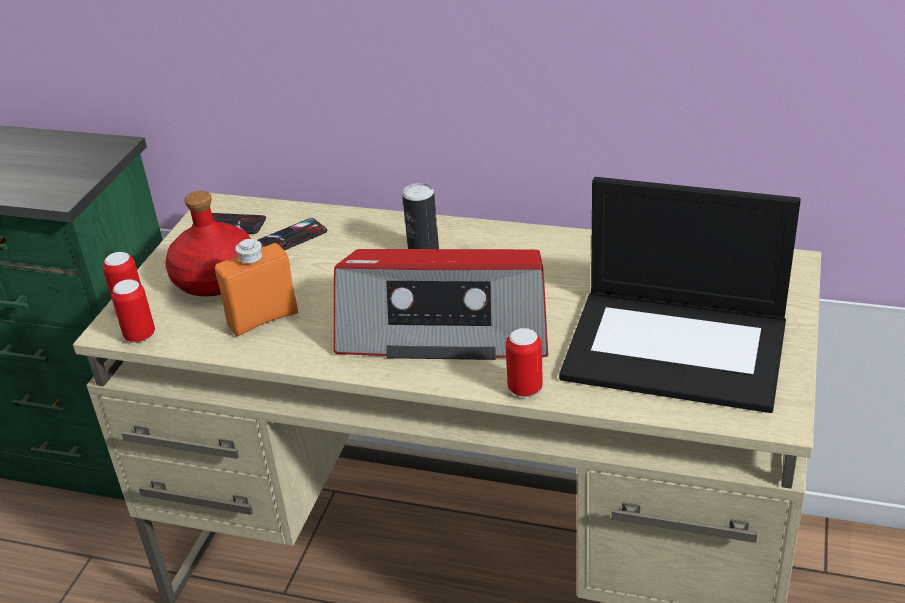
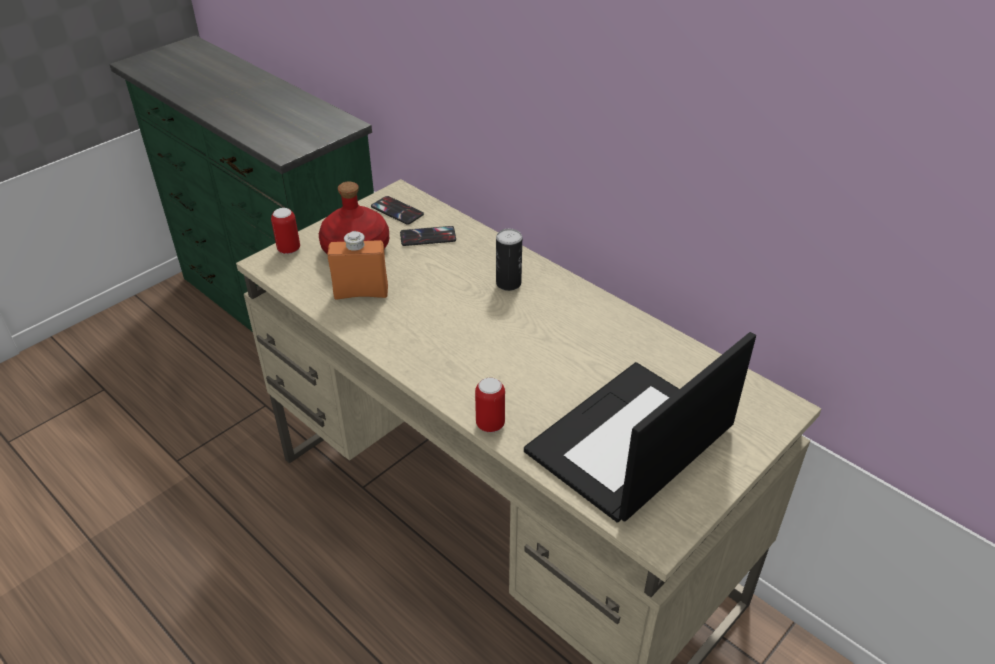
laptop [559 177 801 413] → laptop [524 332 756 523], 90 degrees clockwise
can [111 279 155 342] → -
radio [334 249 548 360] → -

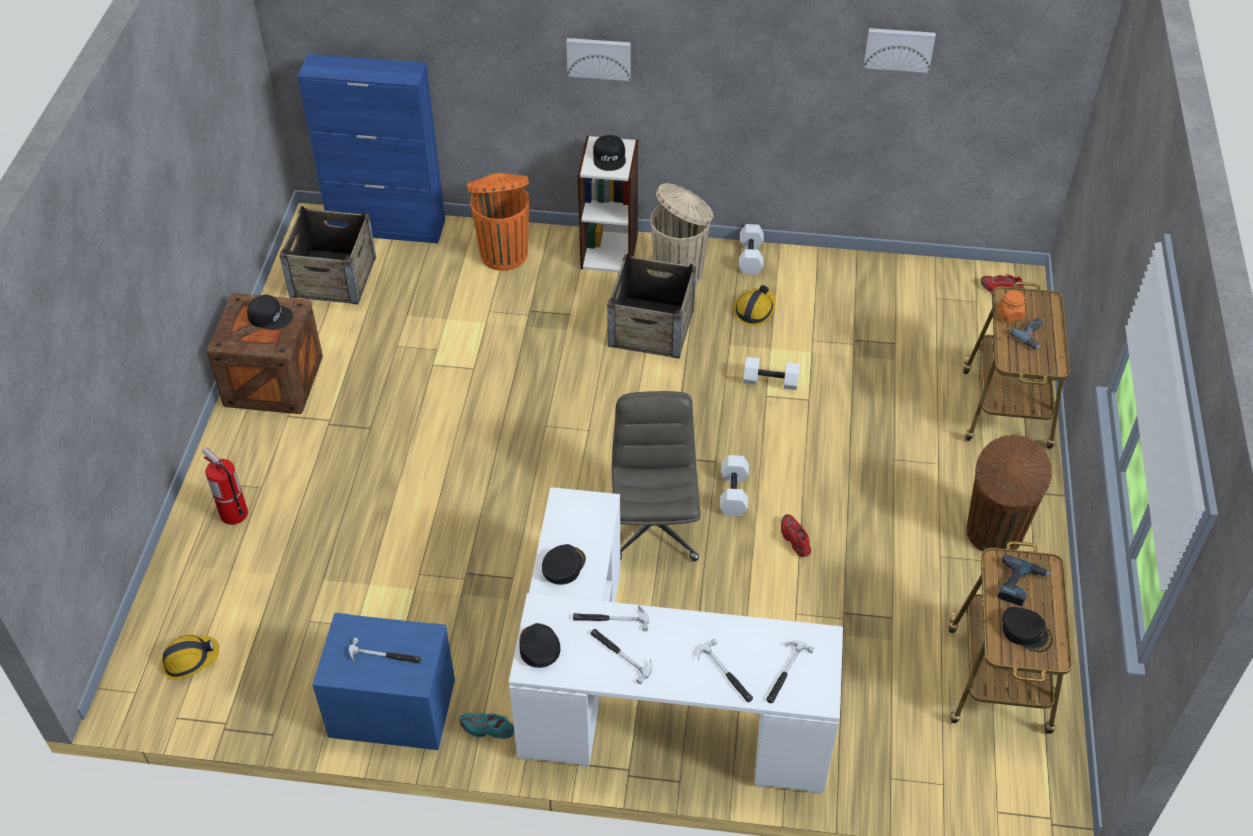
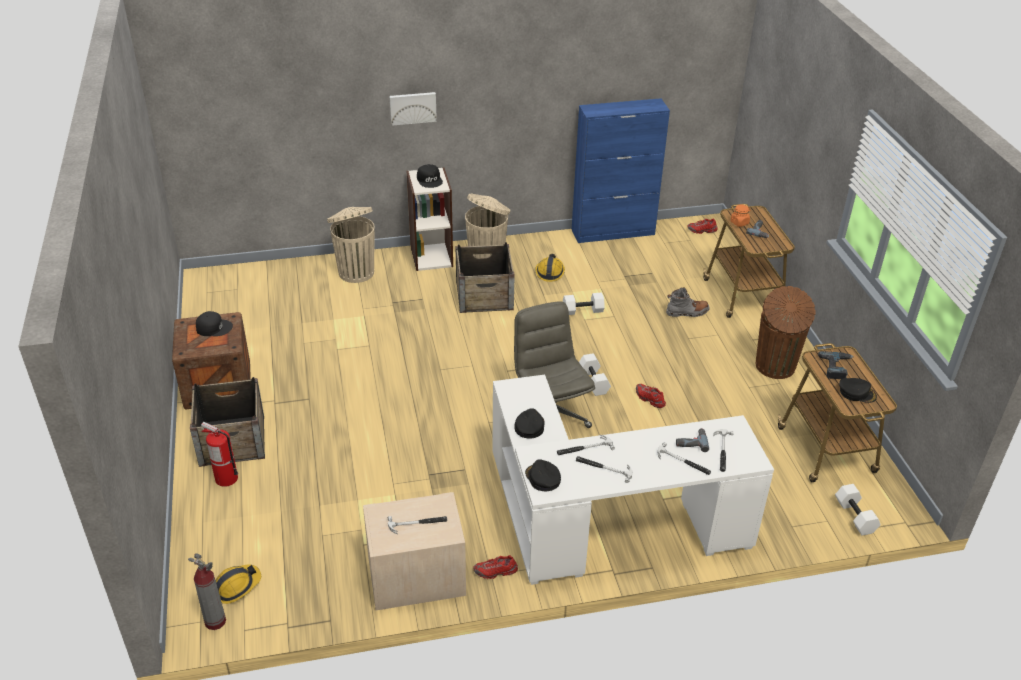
- → fire extinguisher [188 553 226 630]
crate [279 206 376 304] → crate [190 377 265 467], moved
orange trash can [467 173 529 271] → beige trash can [327 207 375 283]
blue nightstand [312 613 455 750] → beige nightstand [363 492 466 610]
turquoise shoe [459 712 514 739] → red shoe [473 555 518 579]
blue cabinet [298 54 445 243] → blue cabinet [572 98 670 243], moved
- → grey boot [666 288 710 317]
- → power drill [676 428 709 452]
white dumbbell [739 224 764 275] → white dumbbell [835 484 881 536], moved
picture [864 28 936 73] → -

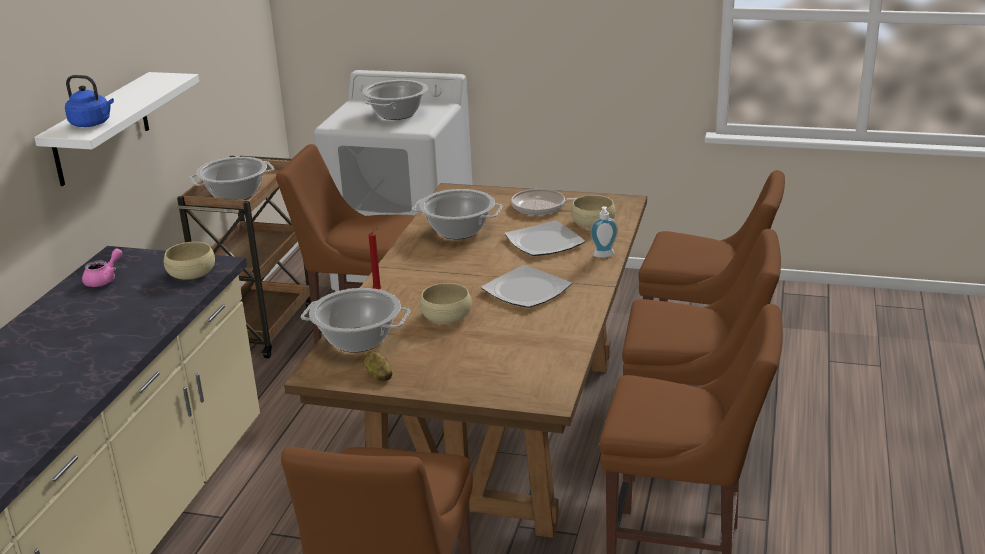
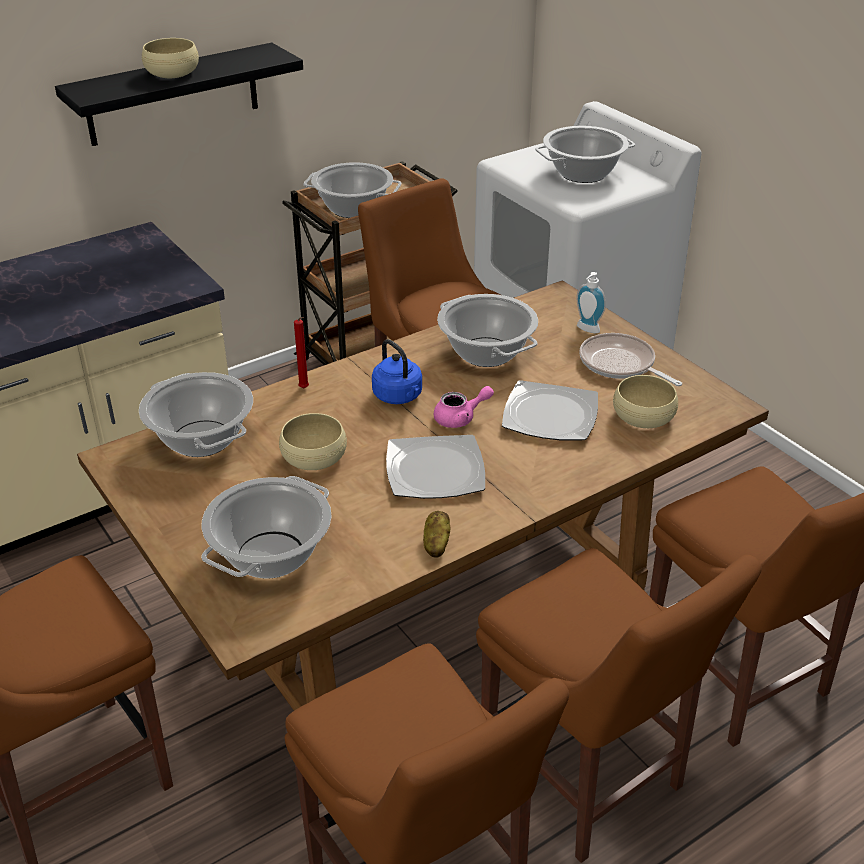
white shelf [34 72 199 186] → black shelf [55 43 303 146]
beige bowl [164 242 215 280] → beige bowl [142 38 199 78], moved
- → cooking pot [201 476 332 579]
blue kettle [65 75 114 127] → blue kettle [372 339 422 404], moved
potato [364 350 392 381] → potato [423 511 451 558], moved
pink teapot [82 249 122 287] → pink teapot [434 386 494 428], moved
soap dispenser [590 206 618 257] → soap dispenser [576 272 606 333], moved

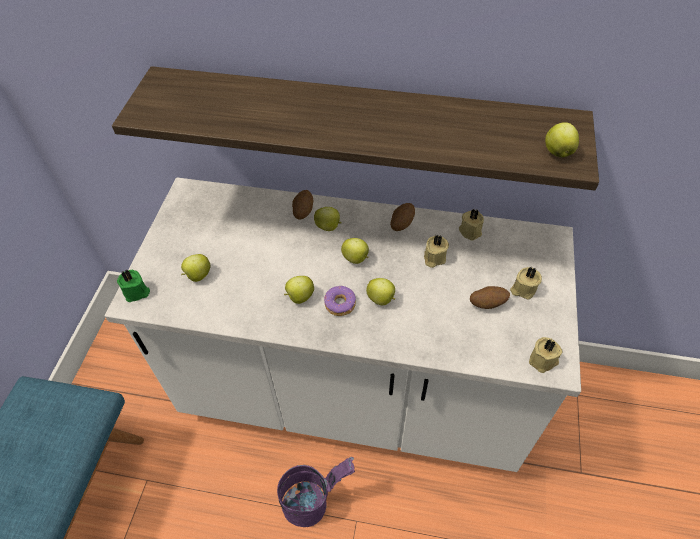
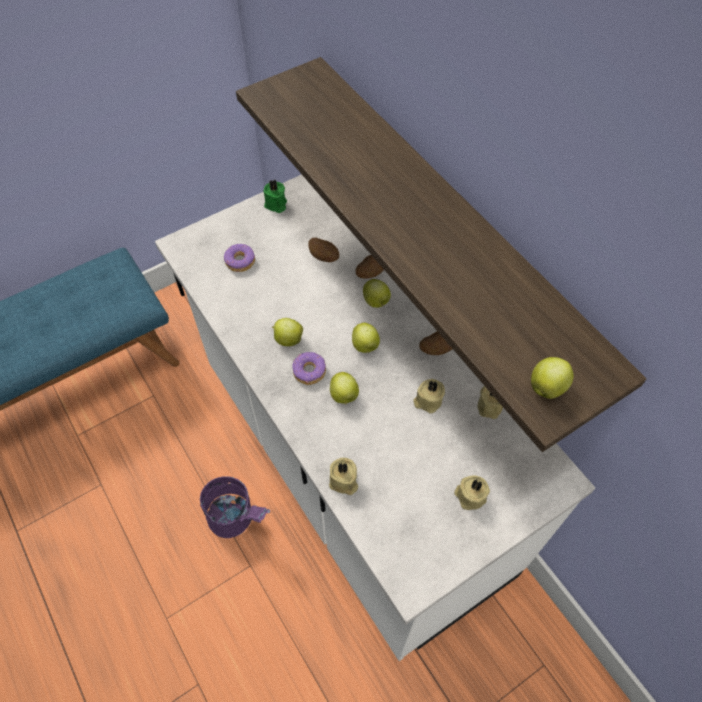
apple [181 254 211 282] → donut [224 244 255 272]
green candle [117 270 150 302] → green candle [263 180 287 213], moved
potato [470 286 510 309] → potato [309 237 339 262], moved
beige candle [529 337 563 373] → beige candle [329 458 358 495], moved

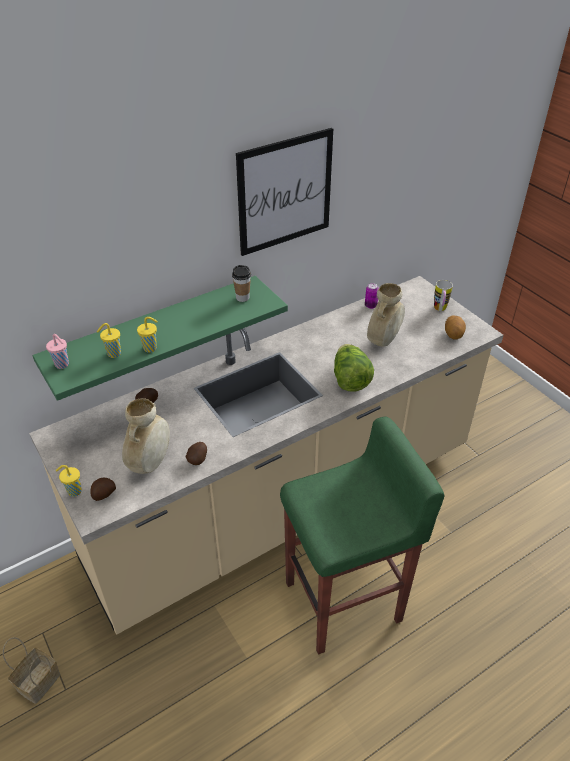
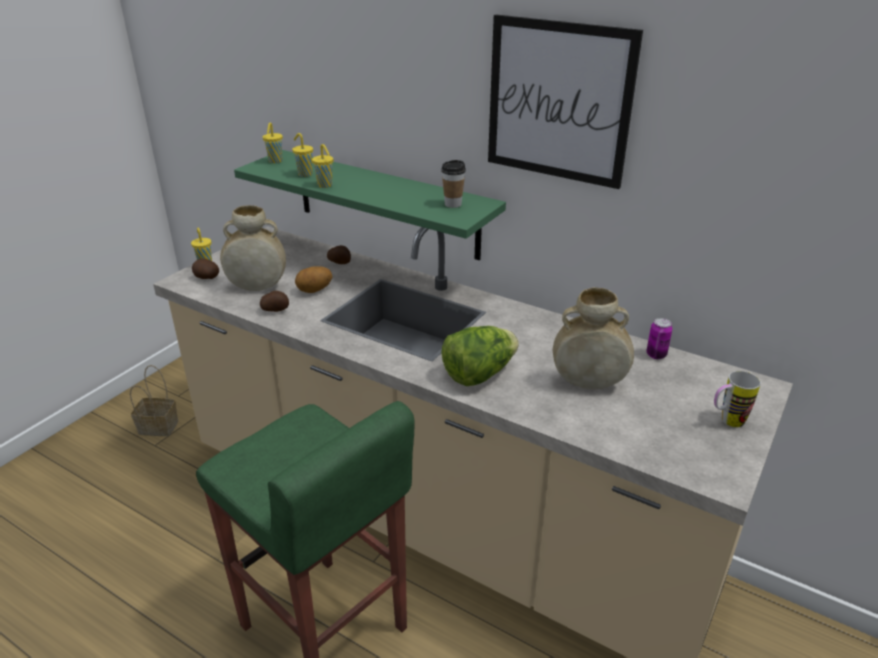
pink cup [46 334 69 369] → yellow cup [263 122 283 163]
potato [445 315 466 340] → potato [295 266 333 293], moved

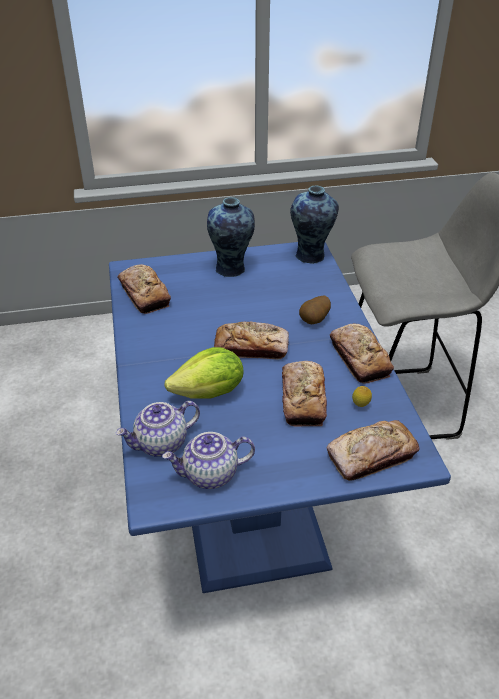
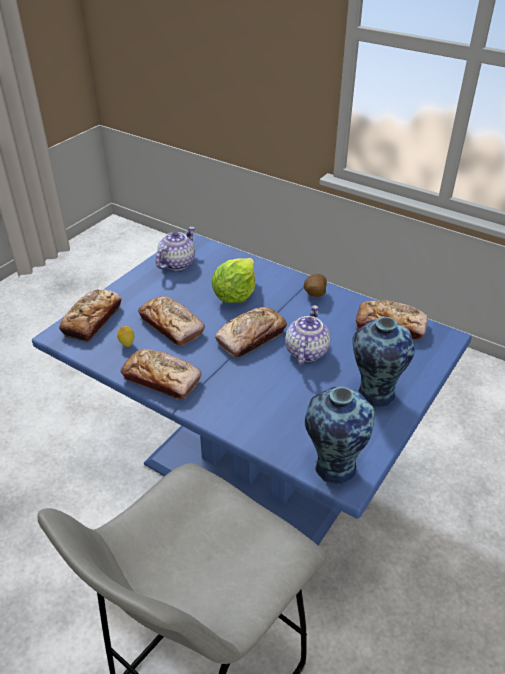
teapot [115 401 200 457] → teapot [285 305 330 365], moved
potato [299 296 331 324] → potato [304 274 327 297], moved

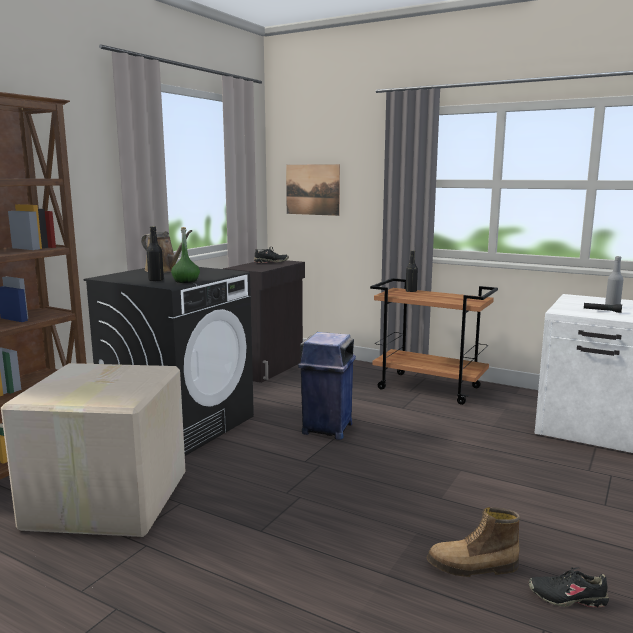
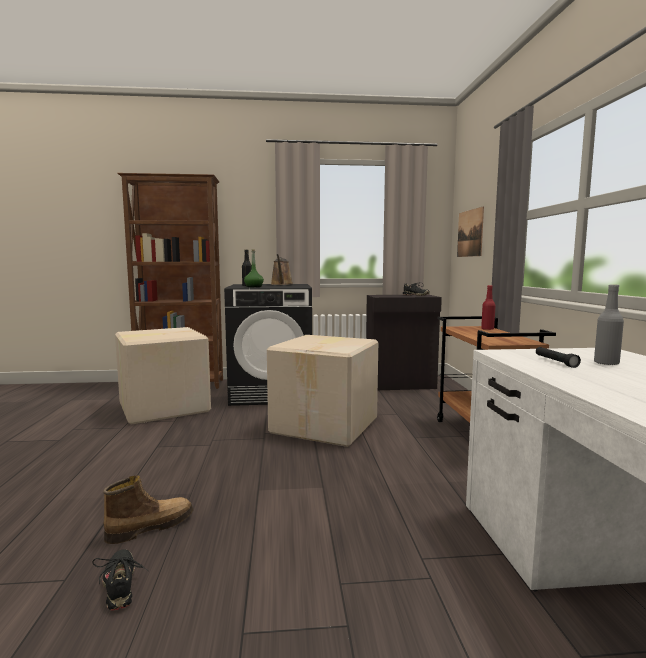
boot [427 507 520 577] → boot [103 475 193 544], 90 degrees clockwise
blue trash can [298 332 356 440] → cardboard box [267 335 378 447]
black bottle [406 250 418 292] → red bottle [481 285 496 330]

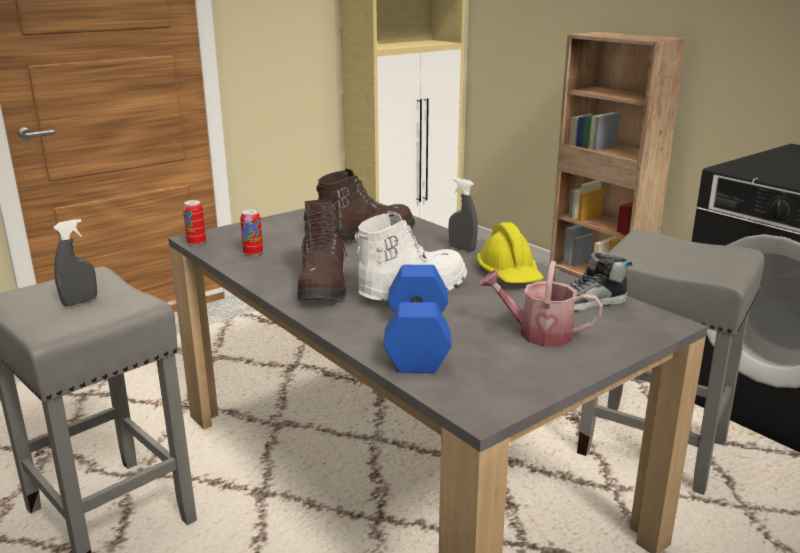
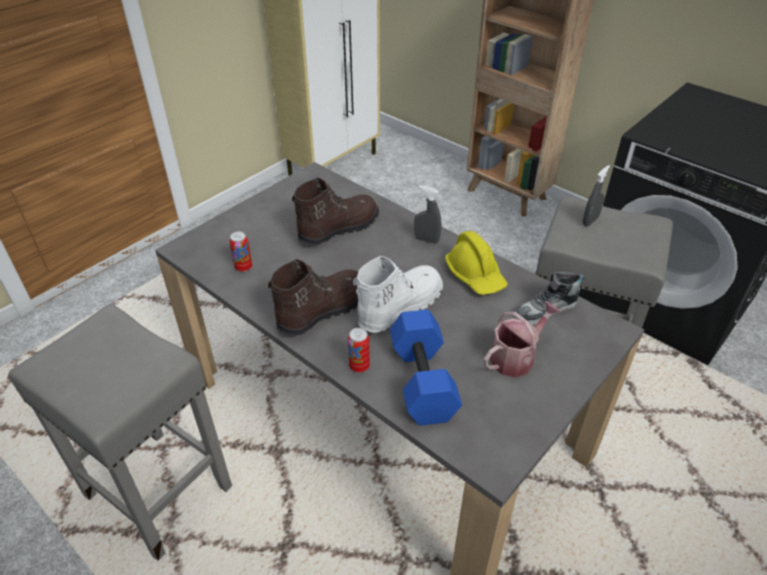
brown boot [297 199 349 301] → brown boot [268 259 359 336], 120 degrees counterclockwise
can [183 200 206 246] → can [348 328 370 373], moved
watering can [479 261 603 346] → watering can [484 301 561 378], 135 degrees clockwise
grey spray bottle [53 219 97 306] → grey spray bottle [582 165 610 226], moved

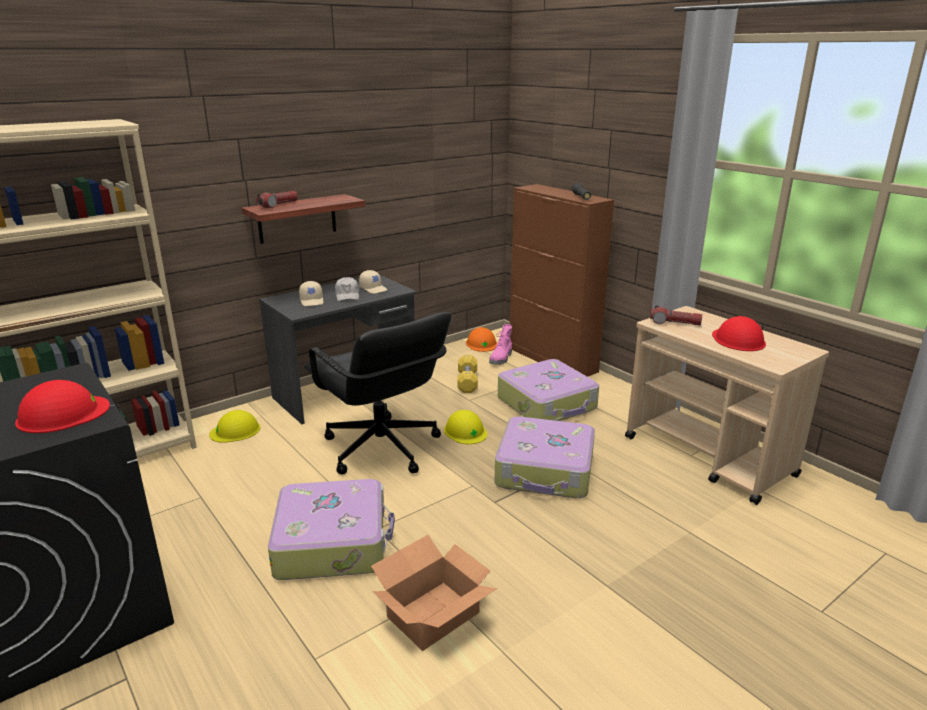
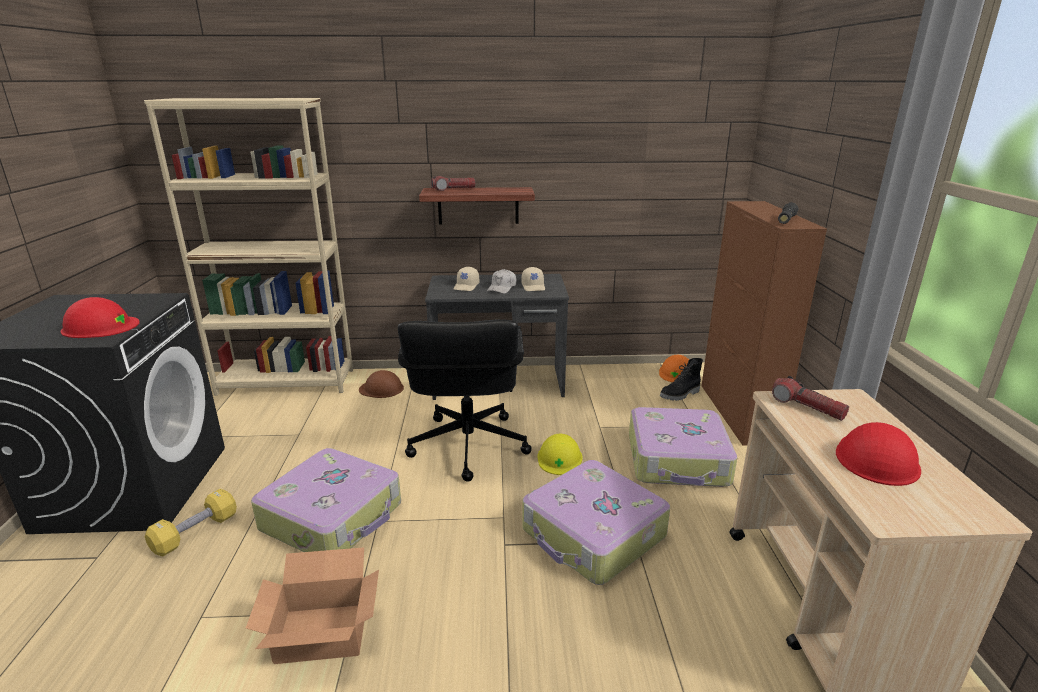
yellow dumbbell [457 355 478 393] → yellow dumbbell [145 489 237 557], moved
yellow hard hat [209 410 260 443] → brown hard hat [359 370 404 398]
pink boot [489 324 512 365] → black boot [660 358 703 401]

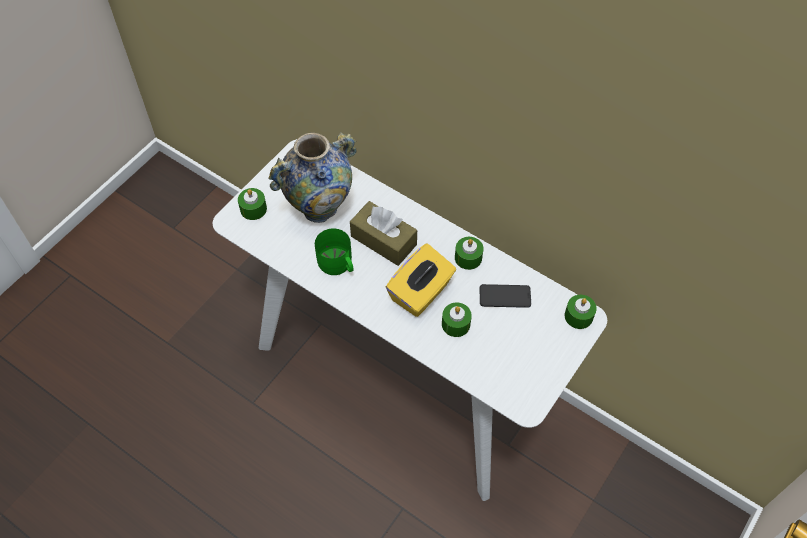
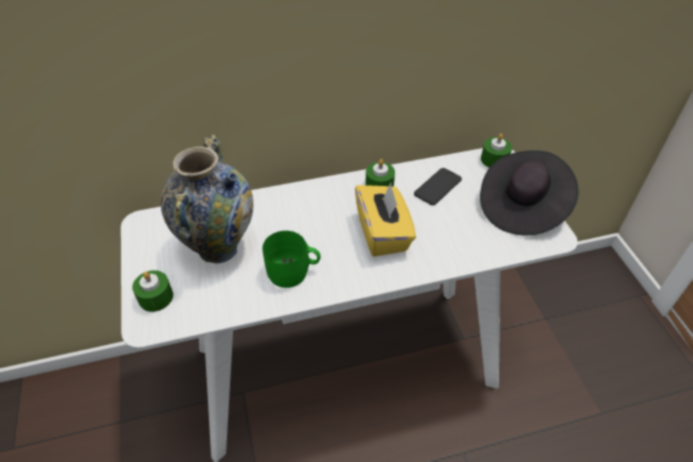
- → black hat [480 150 579 235]
brown tissue box [350 201 417 266] → -
green candle [442 302 472 337] → -

